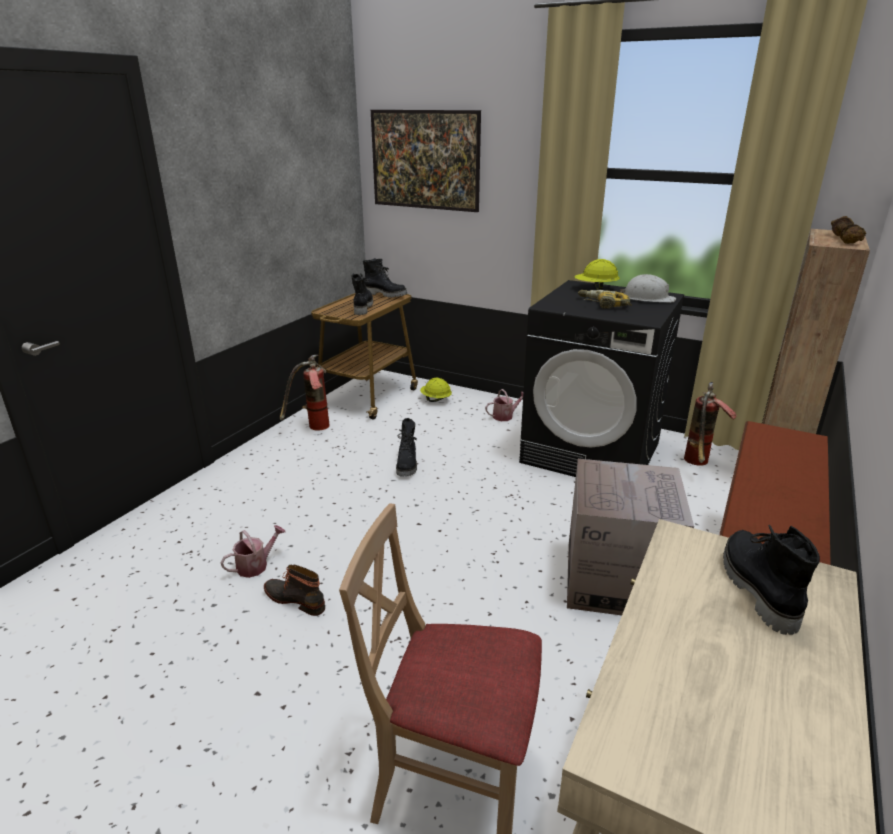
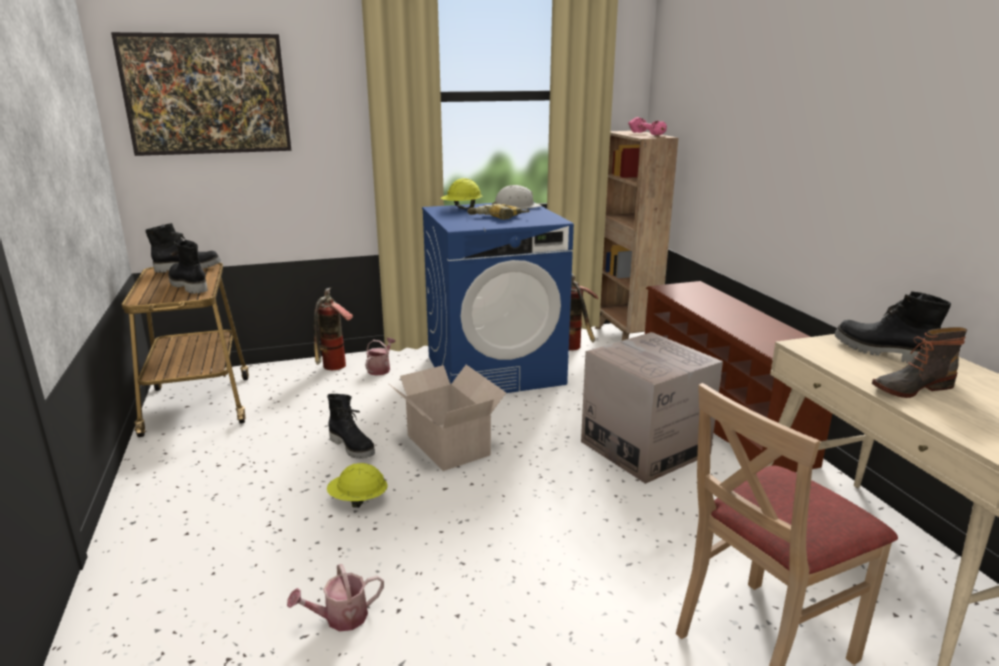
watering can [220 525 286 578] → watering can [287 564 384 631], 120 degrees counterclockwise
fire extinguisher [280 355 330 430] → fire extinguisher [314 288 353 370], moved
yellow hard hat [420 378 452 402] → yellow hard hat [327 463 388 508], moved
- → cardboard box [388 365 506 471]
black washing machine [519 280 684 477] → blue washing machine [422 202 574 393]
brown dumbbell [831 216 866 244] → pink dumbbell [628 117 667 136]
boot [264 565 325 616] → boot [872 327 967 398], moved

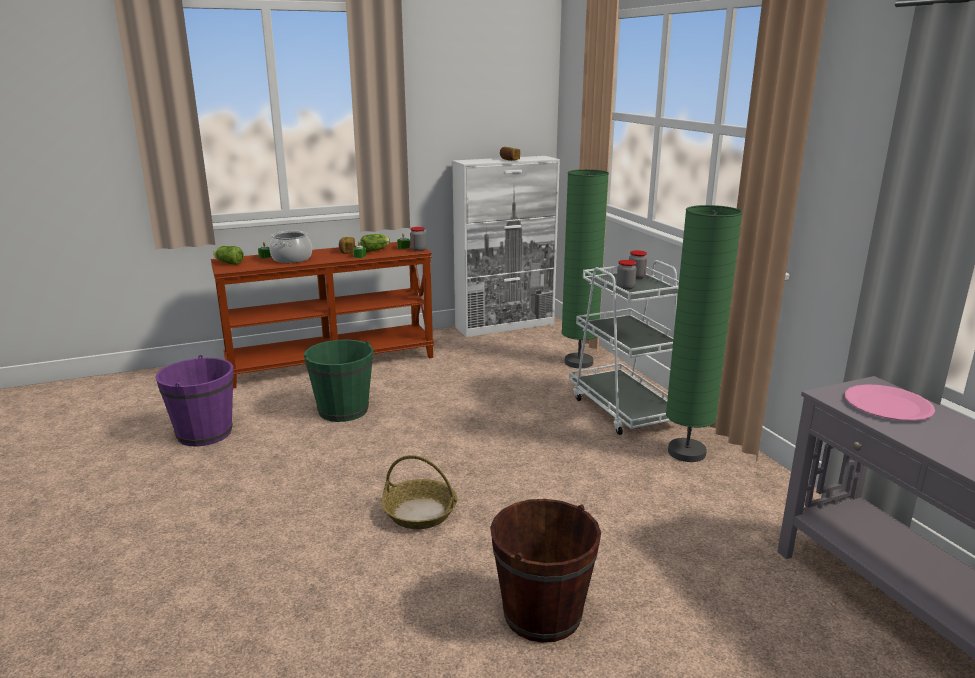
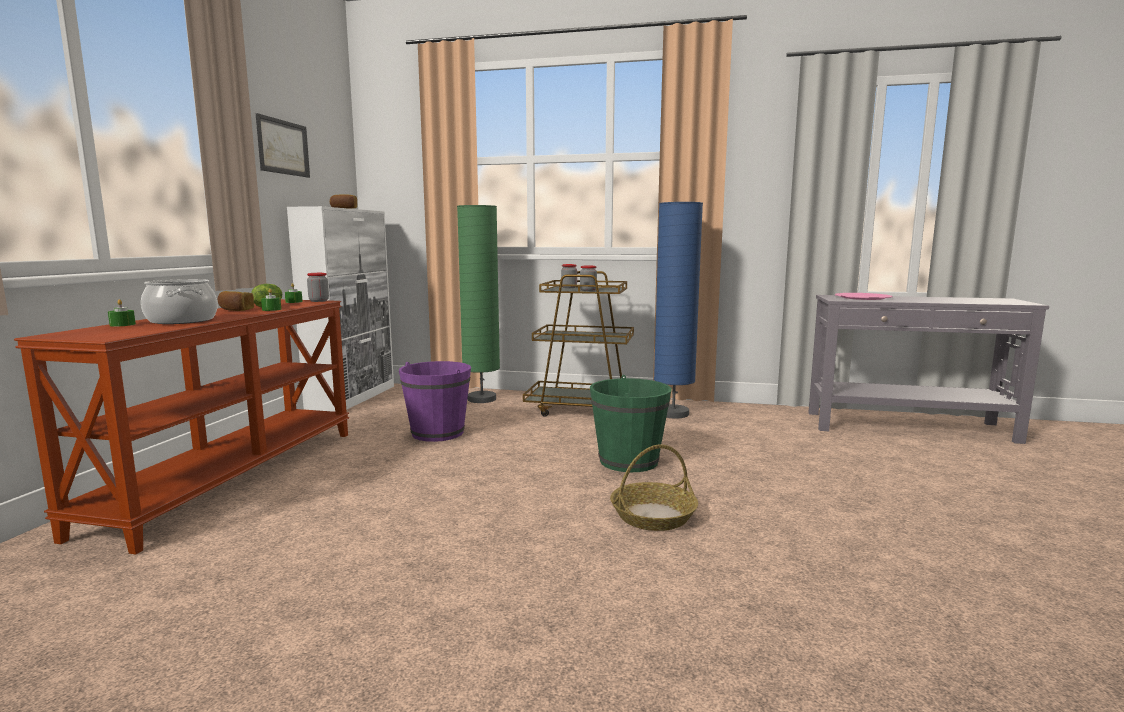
- → picture [256 113 310 178]
purple bucket [155 355 234 447] → purple bucket [399 361 471 442], moved
white cart [569 260 679 435] → brown cart [523 271 634 417]
green bucket [304 339 373 422] → green bucket [590 375 672 472], moved
green floor lamp [666 205 743 462] → blue floor lamp [654 202 703 419]
lettuce [213 246 244 265] → -
brown bucket [490 499 601 643] → -

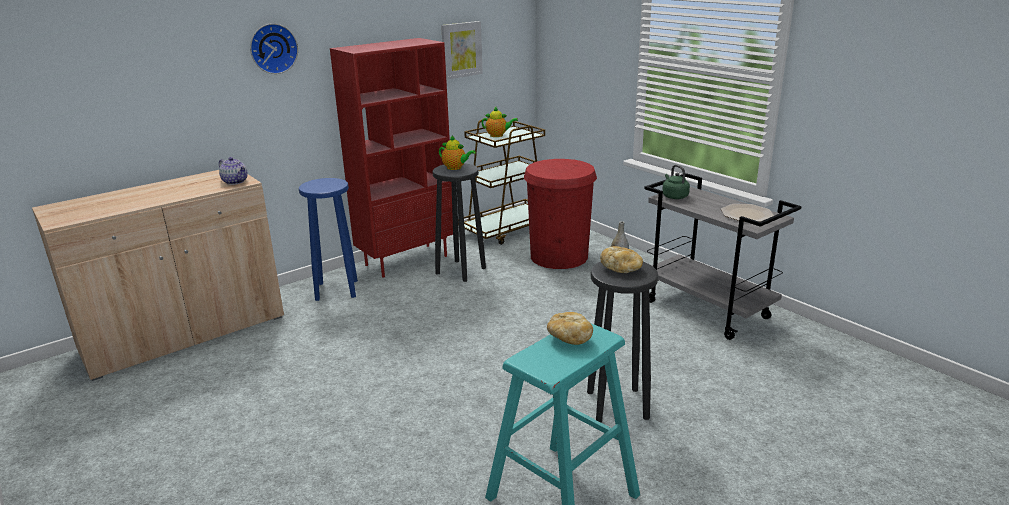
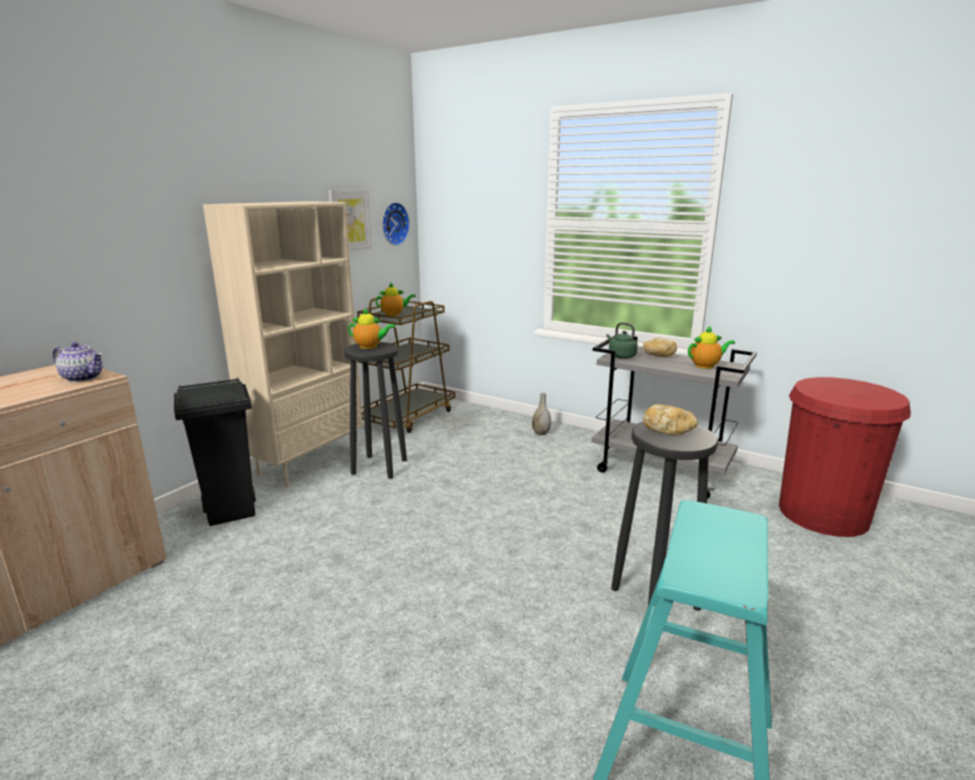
blue stool [299 178 358 301] → black trash can [174 378 256 526]
red bookcase [330 38 453 277] → beige bookcase [203 201 363 488]
wall clock [250 23 298 74] → wall clock [382 202 410 246], moved
bread [547 312 593 345] → bread [643 338 677 357], moved
plate [721 204 774 222] → teapot [688 326 735 369]
red trash can [524 159 597 269] → red trash can [779 377 911 537], moved

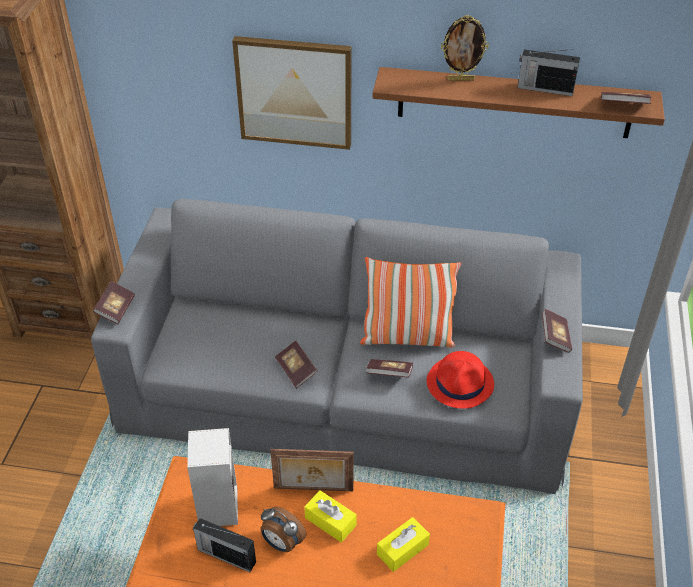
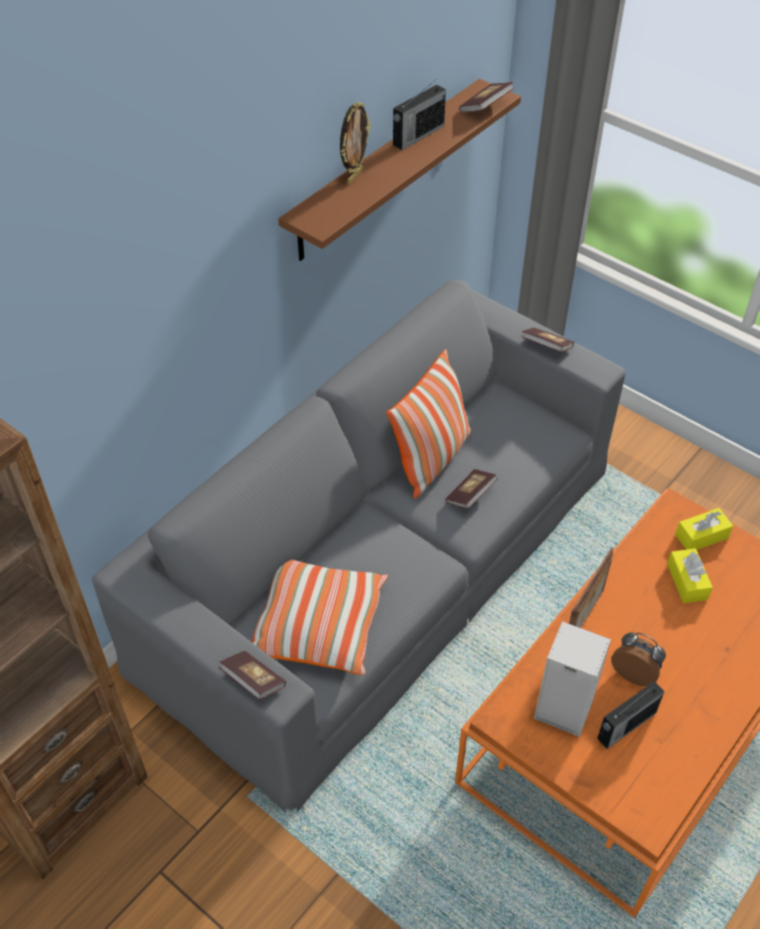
- → pillow [252 560 388 675]
alarm clock [260 507 306 552] → alarm clock [611 632 666 687], 120 degrees counterclockwise
yellow tissue box [304 490 357 542] → yellow tissue box [675 508 733 550], moved
picture [232 36 352 150] → -
book [275 340 318 388] → -
red hat [427 351 494 409] → -

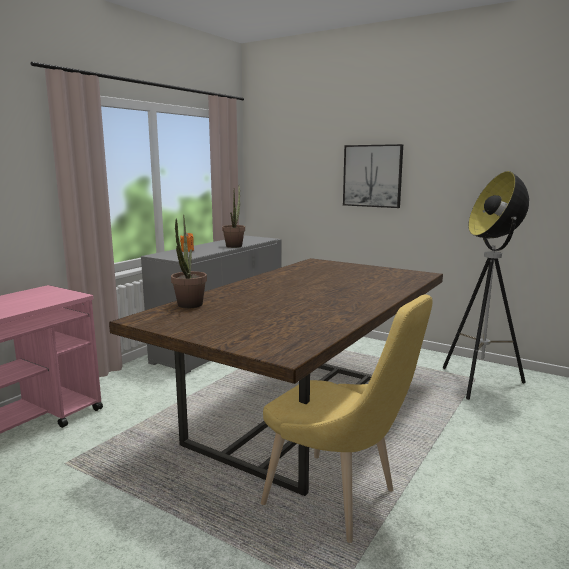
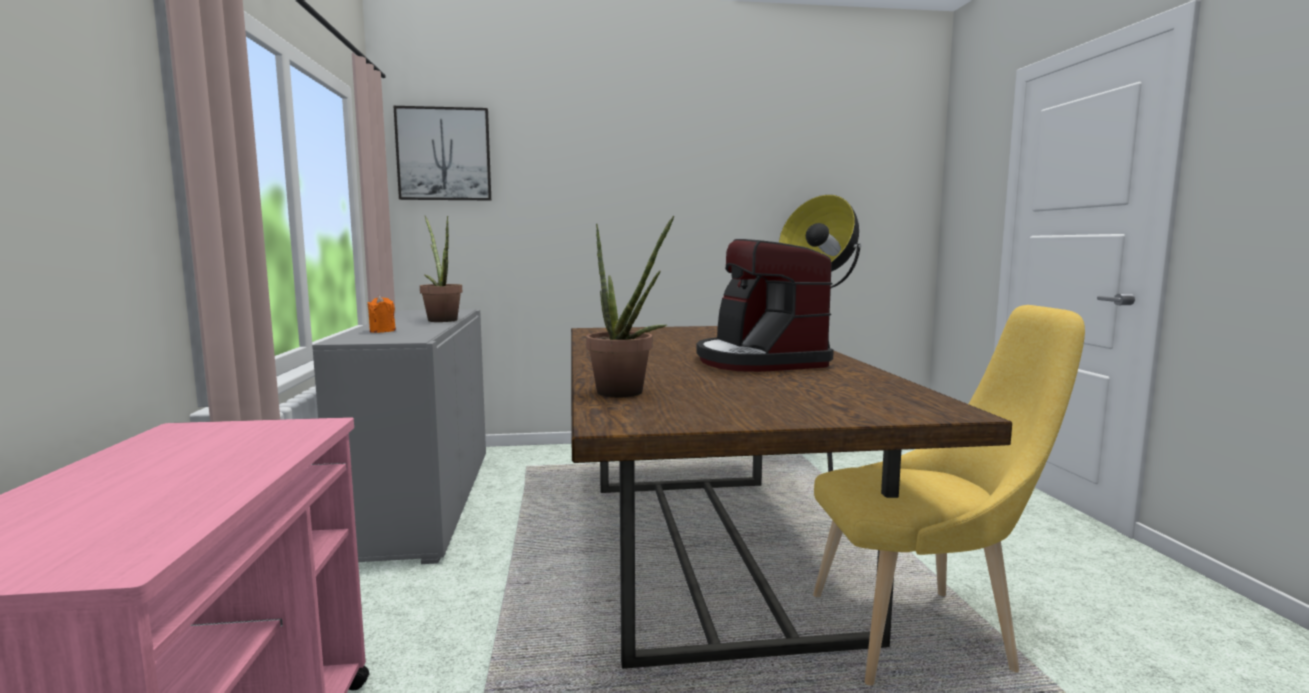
picture [343 144 403 208] → picture [393 106 491 200], moved
- → coffee machine [697 239 834 372]

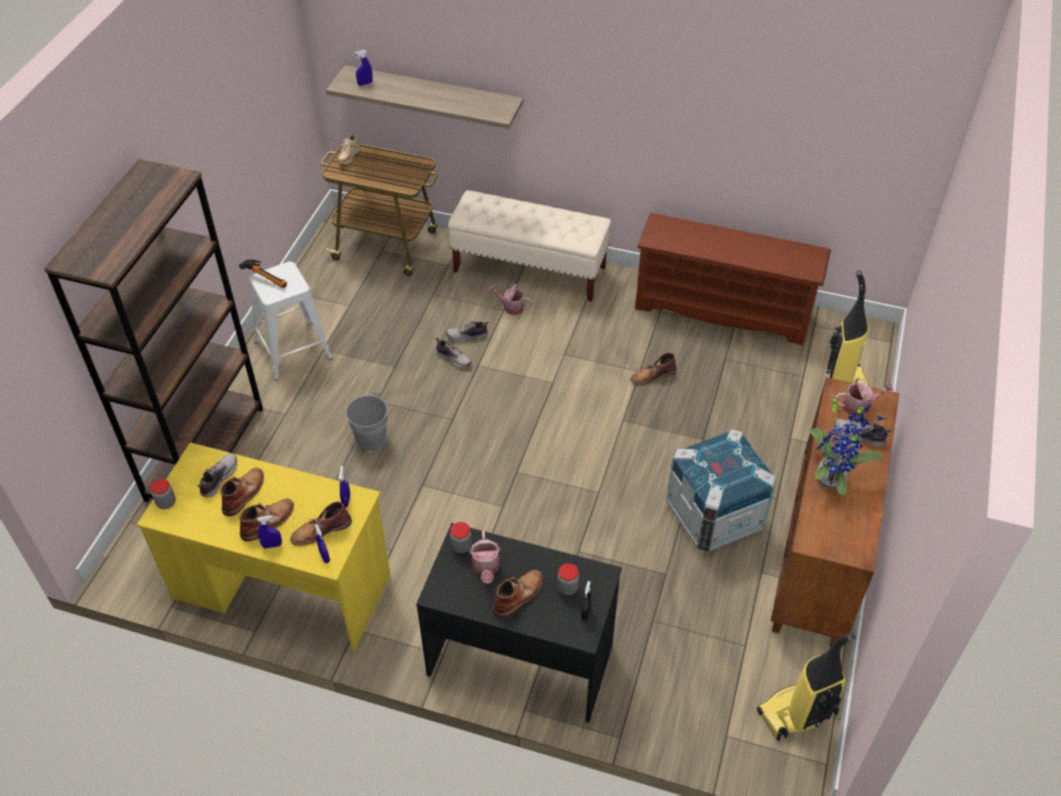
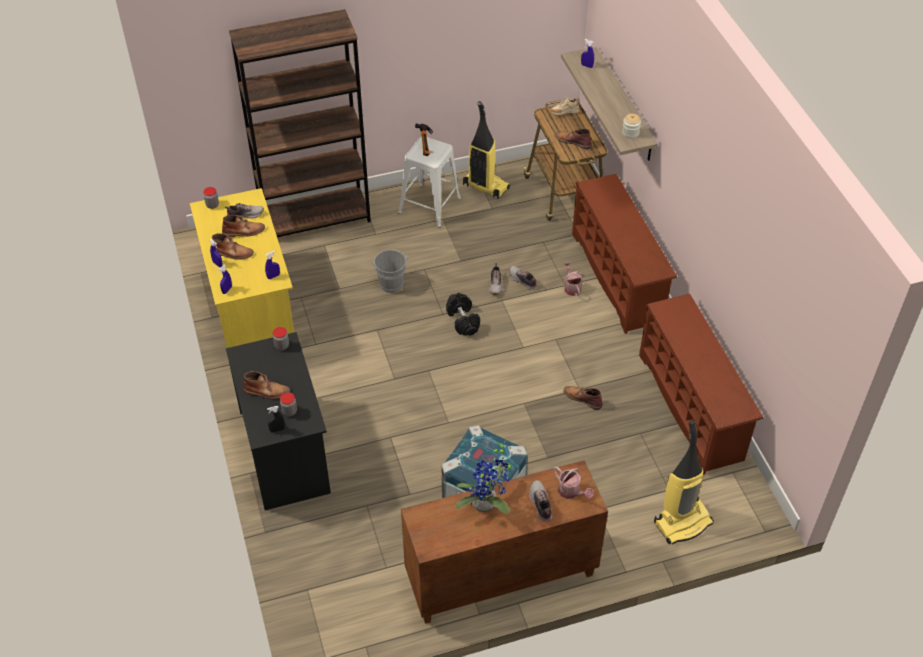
- → black dumbbell [446 293 480 336]
vacuum cleaner [757 633 856 741] → vacuum cleaner [463 101 510 199], moved
brown boot [290 501 352 546] → brown boot [555 129 592 149], moved
beige bench [448 190 611 302] → brown shoe rack [572 174 677 334]
- → jar [622 114 641 139]
watering can [469 531 501 584] → -

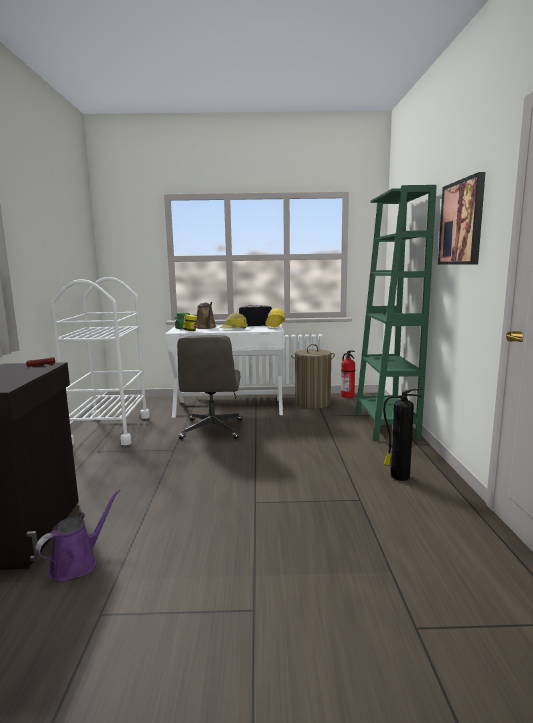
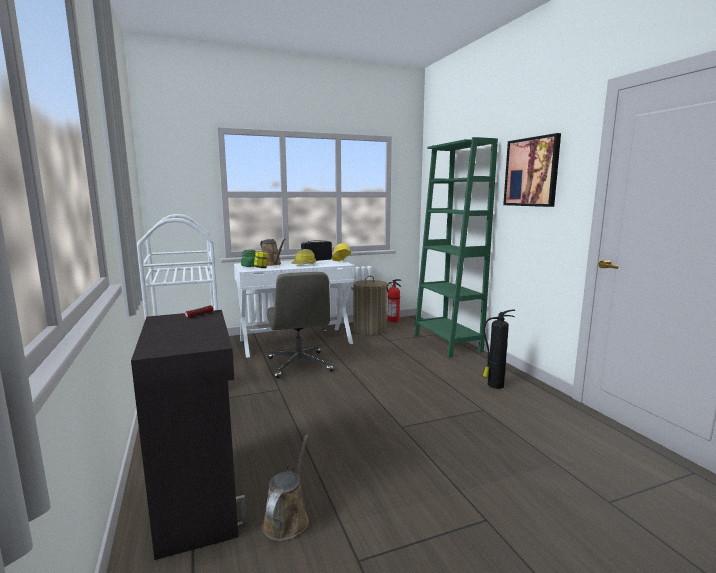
purple watering can [35 489 120 581] → brown watering can [262 435 309 541]

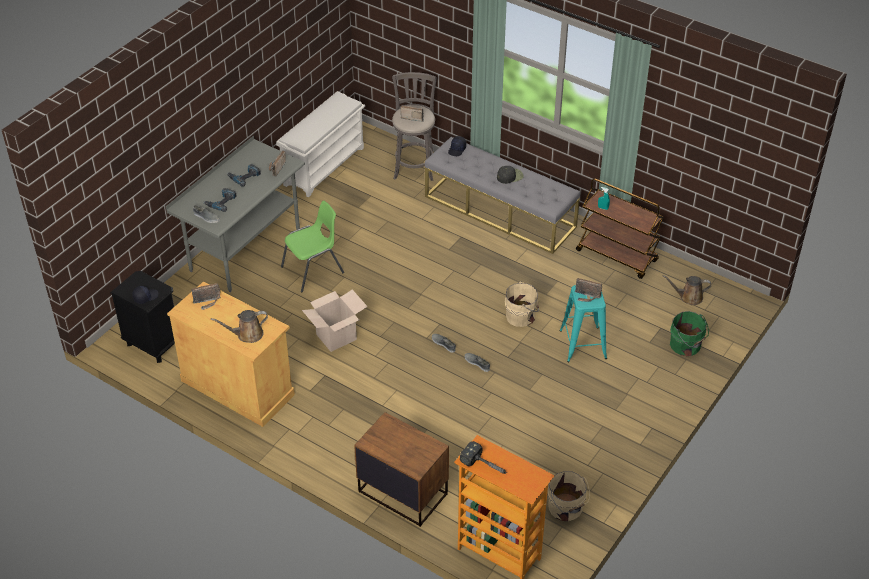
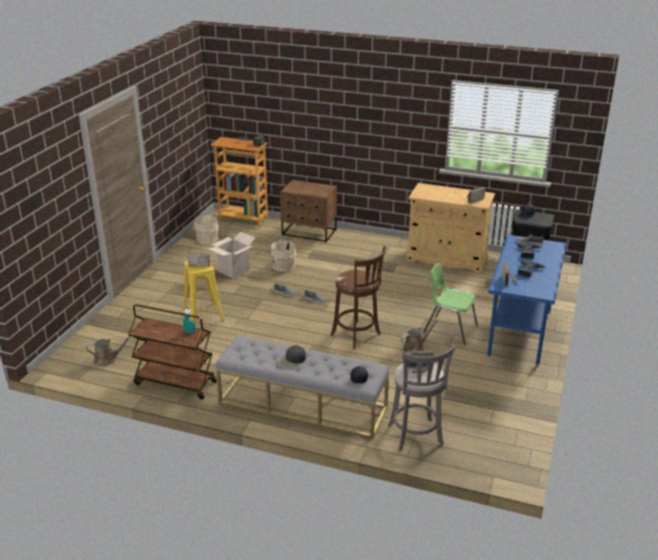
turquoise stool [560 285 607 362] → yellow stool [183 261 224 322]
cardboard box [302 290 368 352] → cardboard box [209 232 255 278], moved
beige bucket [505 281 539 327] → beige bucket [269 239 296 272], moved
- → brown stool [330 246 386 349]
brown watering can [211 310 268 343] → brown watering can [401 320 438 352], moved
green chair [281 201 344 292] → green chair [423 263 478 345], 75 degrees clockwise
grey desk [166 135 305 292] → blue desk [487 235 567 366]
white shoe rack [276 91 365 197] → -
green bucket [670 311 709 356] → -

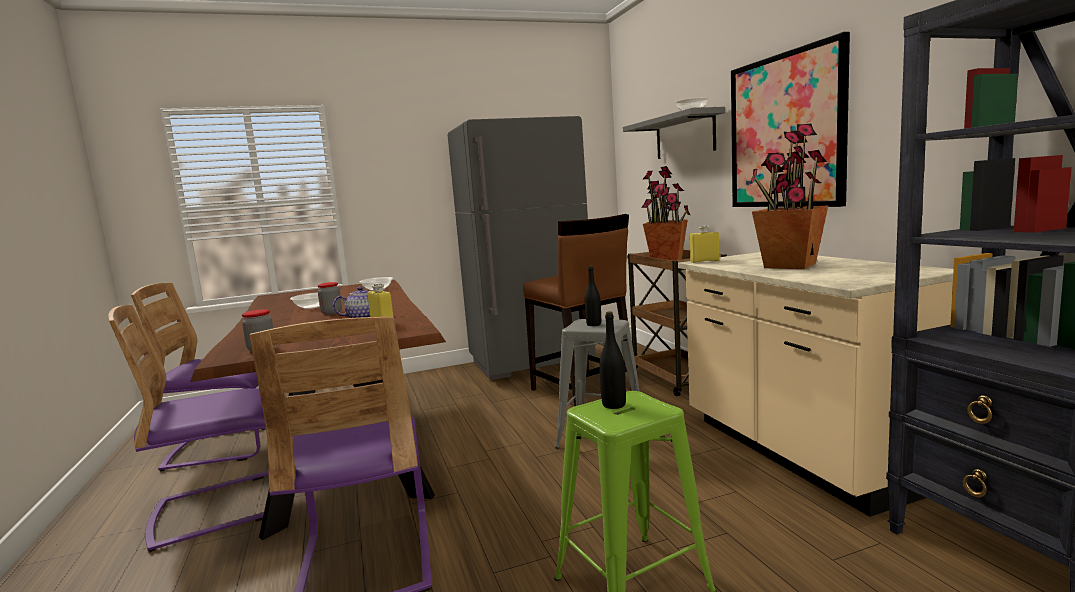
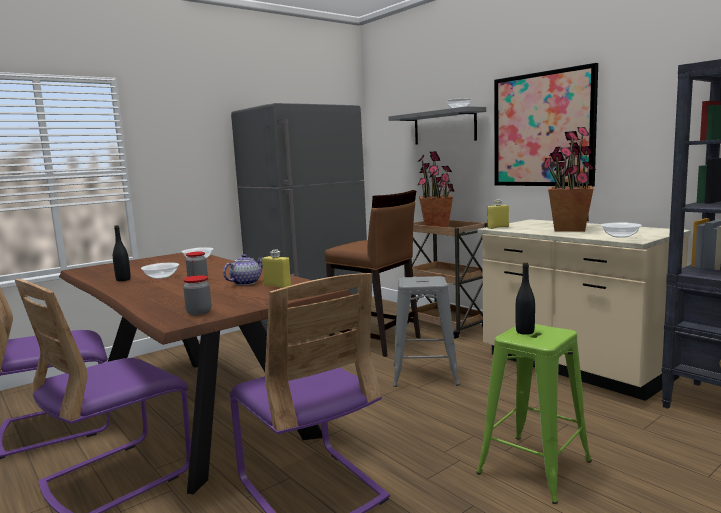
black bottle [585 266 601 326] → black bottle [113 225 131 281], moved
- → bowl [601 222 642 238]

